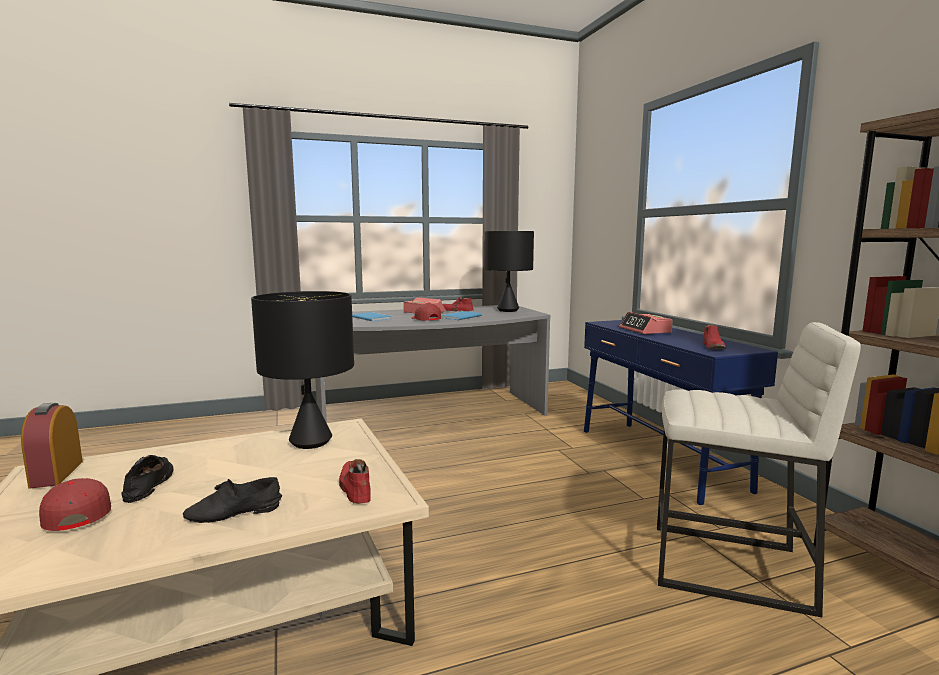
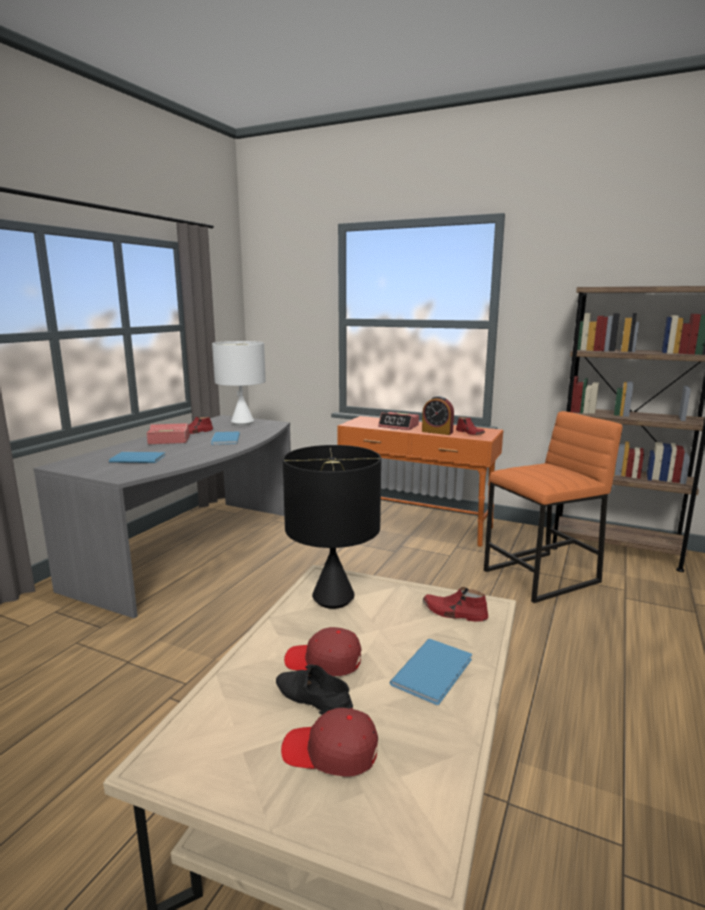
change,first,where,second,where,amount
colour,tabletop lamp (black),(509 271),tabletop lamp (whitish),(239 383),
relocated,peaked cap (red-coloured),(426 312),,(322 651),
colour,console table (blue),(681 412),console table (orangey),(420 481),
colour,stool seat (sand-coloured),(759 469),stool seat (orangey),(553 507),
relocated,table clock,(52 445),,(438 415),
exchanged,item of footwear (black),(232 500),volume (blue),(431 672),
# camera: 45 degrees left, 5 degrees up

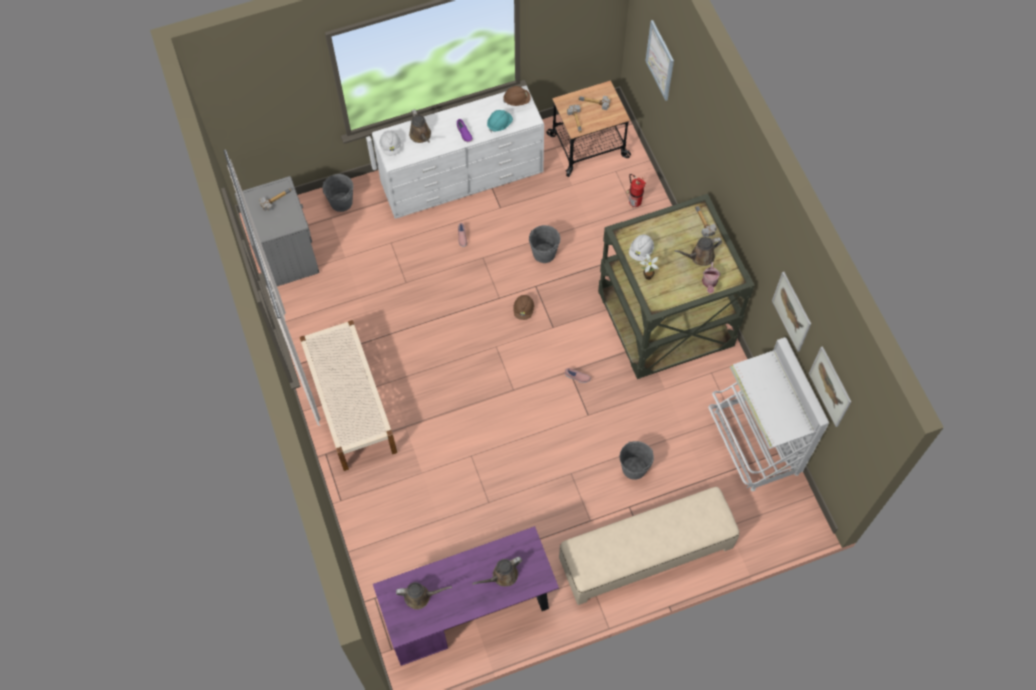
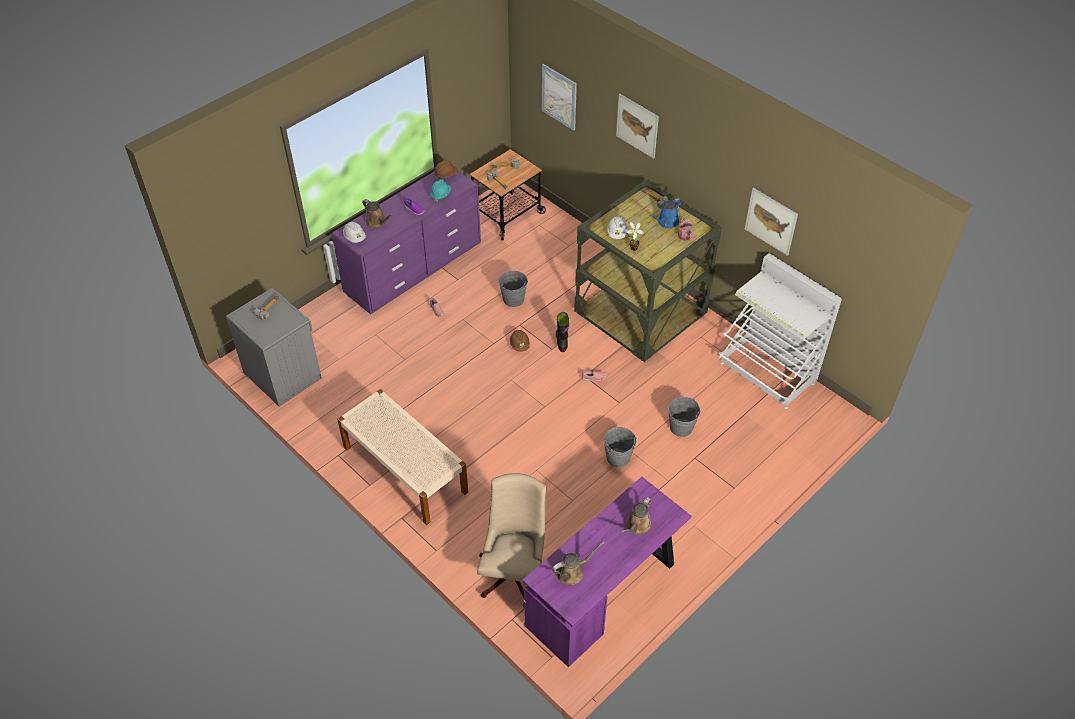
change,first,where,second,where,amount
colour,drawer chest (whitish),(458 152),drawer chest (purplish),(406 243),
relocated,water bucket (greyish),(337 193),,(620 447),
missing,fire-fighting cylinder,(636 190),,,
colour,watering can (brownish),(698 251),watering can (blue),(666 213),
relocated,wall picture,(830 386),,(637 126),
missing,bench (sand-coloured),(649 546),,,
appeared,,,boot (black),(562 332),
appeared,,,computer chair (sand-coloured),(511 540),
# camera: 25 degrees left, 15 degrees down

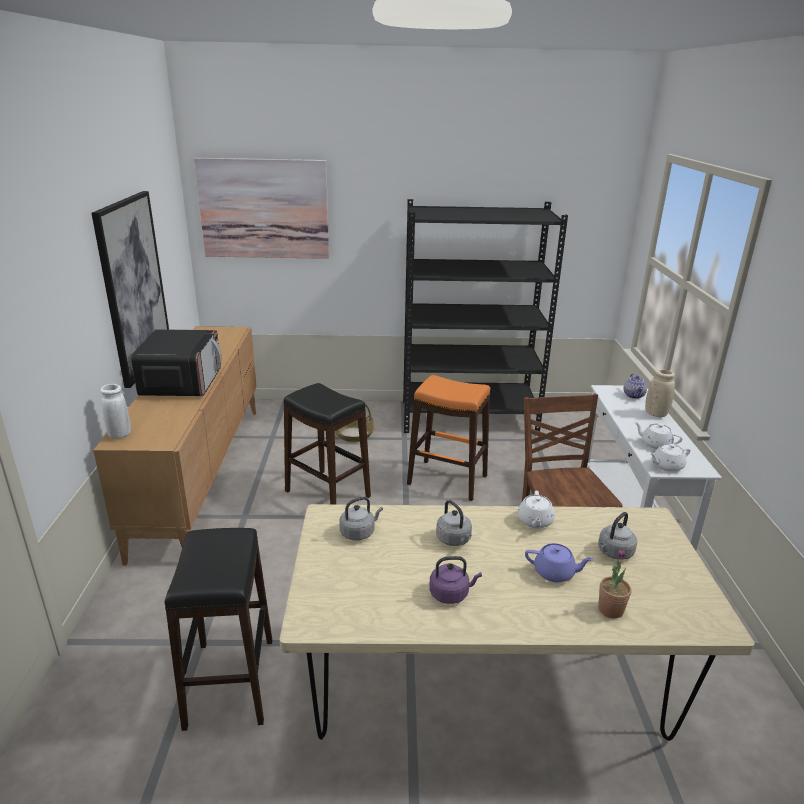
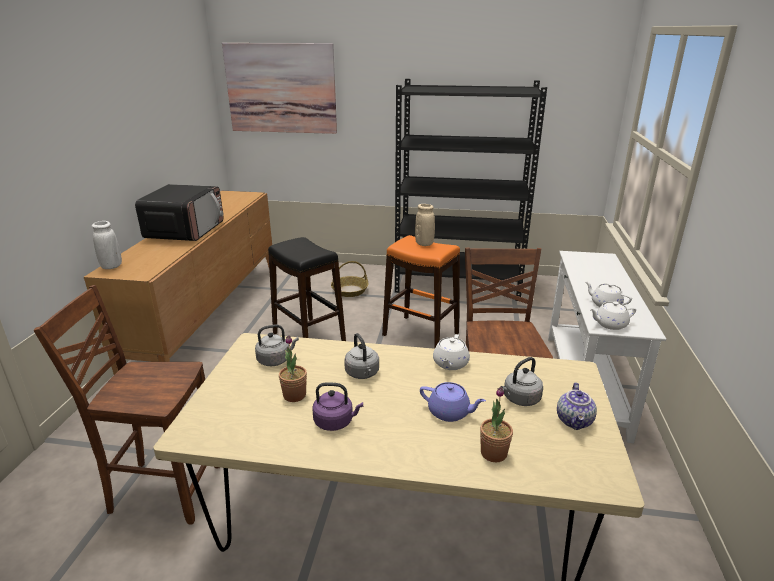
change,first,where,second,where,amount
missing,wall picture,(130 289),,,
relocated,flower vase (sand-coloured),(660 393),,(425 225),
relocated,teapot,(635 386),,(577 406),
exchanged,stool seat (black),(218 629),plain chair (brownish),(127 404),
appeared,,,plant in a pot,(293 368),
# camera: 10 degrees right, 0 degrees up

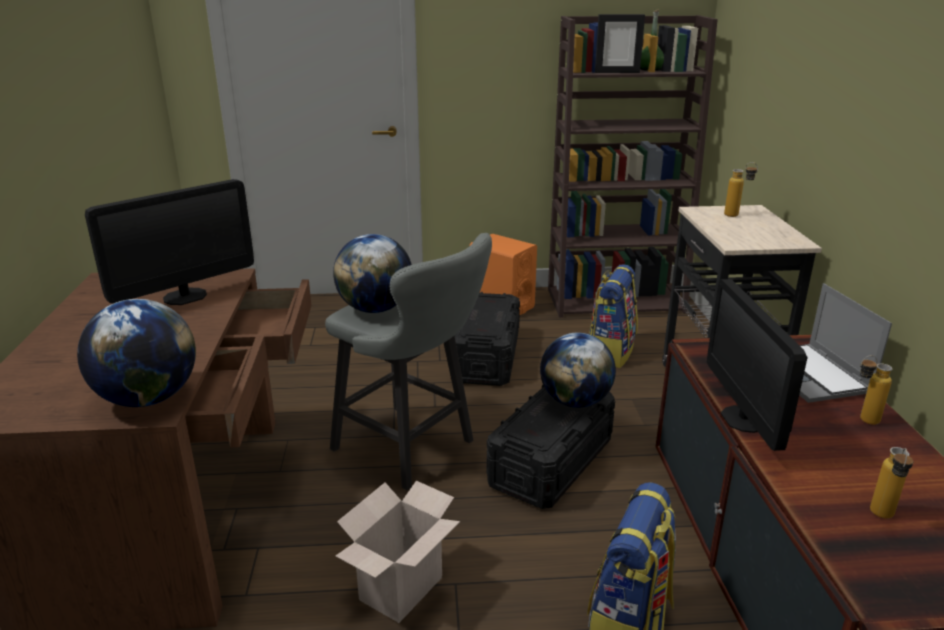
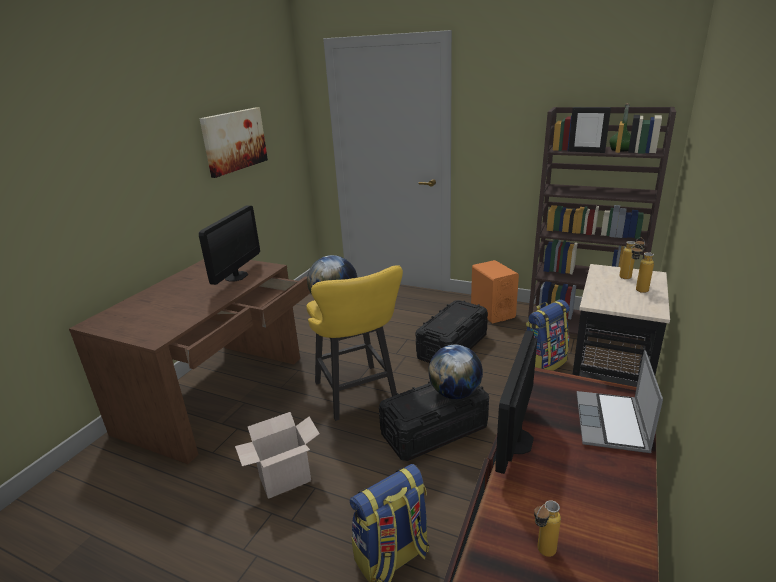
change,first,where,second,where,amount
spun,computer display,(169 242),,(229 245),60 degrees counterclockwise
colour,stool seat (greyish),(408 361),stool seat (yellowish),(354 343),
missing,globe,(136 353),,,
relocated,drink bottle,(876 390),,(642 268),
appeared,,,wall picture,(233 142),
# camera: 30 degrees right, 0 degrees up

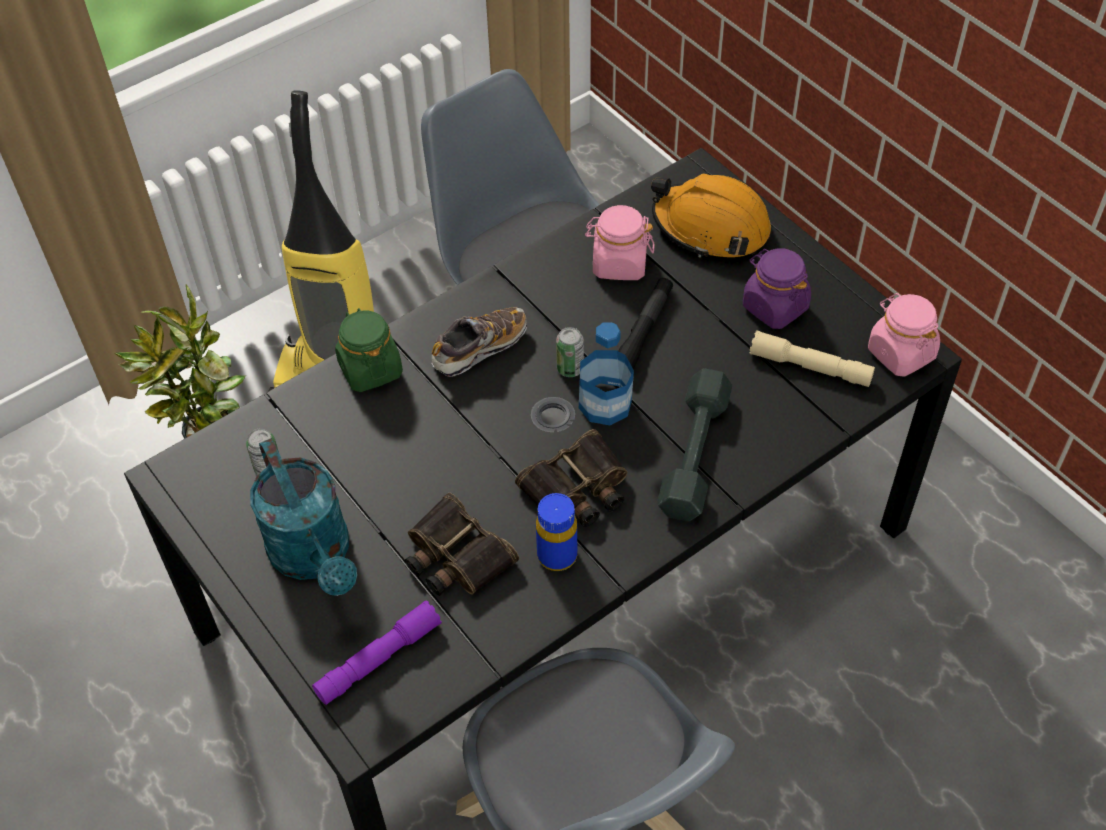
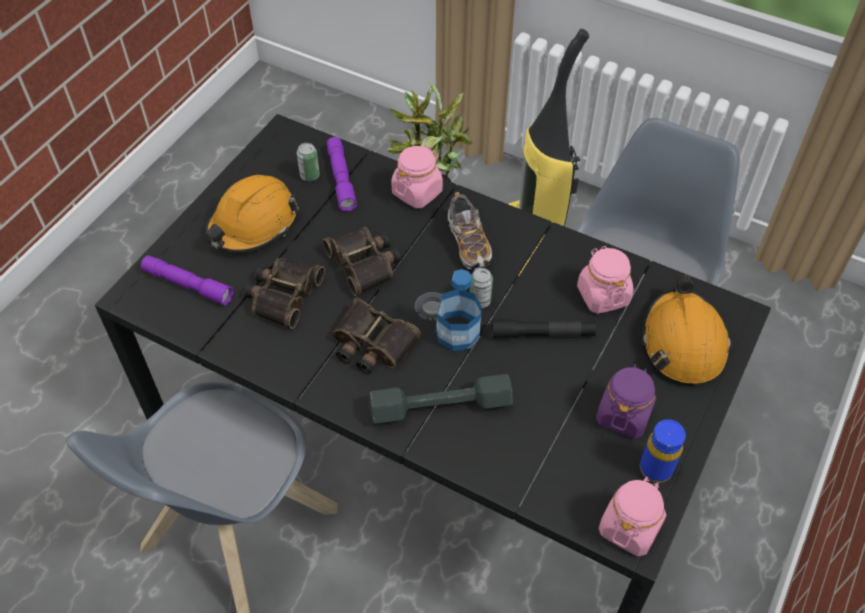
change,first,where,second,where,amount
spun,item of footwear,(479 342),,(469 231),45 degrees clockwise
colour,preserve jar (green-coloured),(369 350),preserve jar (pink-coloured),(417 177),
missing,flashlight (sand-coloured),(812 358),,,
exchanged,watering can (blue-green),(303 517),work helmet (orangey),(253 214),
relocated,drink bottle (blue),(556 532),,(663 451),
appeared,,,flashlight (purplish),(342 174),
appeared,,,pair of binoculars,(362 261),
# camera: 65 degrees right, 0 degrees up

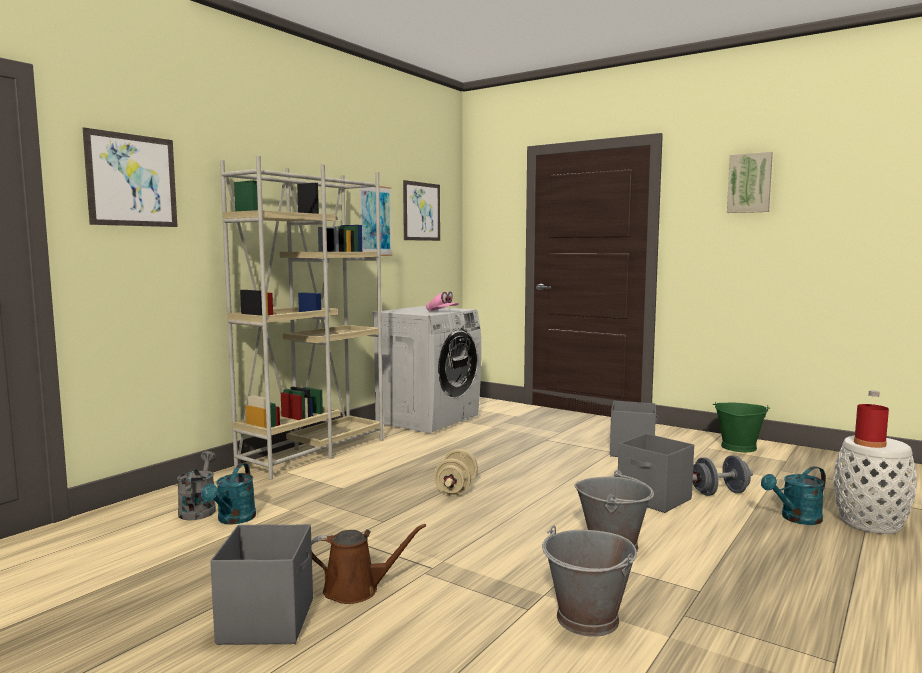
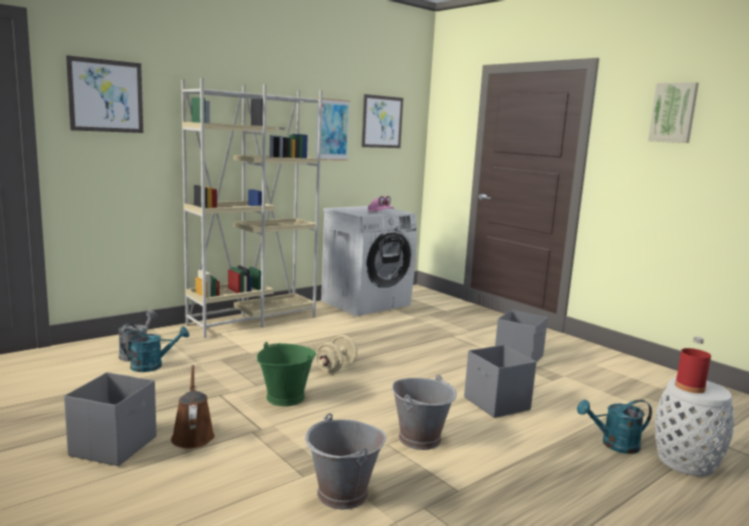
change,first,where,second,where,amount
relocated,water bucket (green-coloured),(741 426),,(286 374),
missing,dumbbell (greyish),(723 475),,,
spun,watering can (blue-green),(228 494),,(155 349),135 degrees counterclockwise
spun,watering can (brownish),(368 564),,(193 407),120 degrees counterclockwise
# camera: 15 degrees right, 5 degrees up

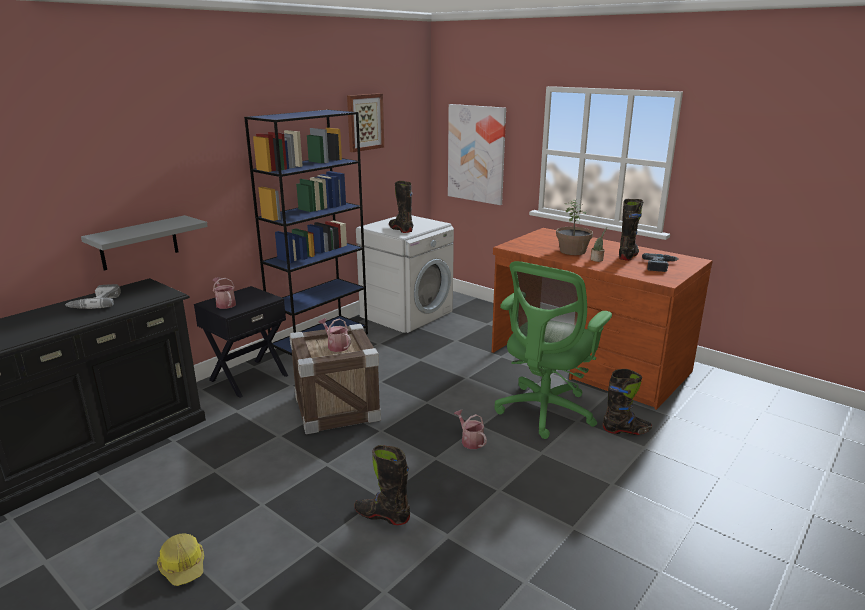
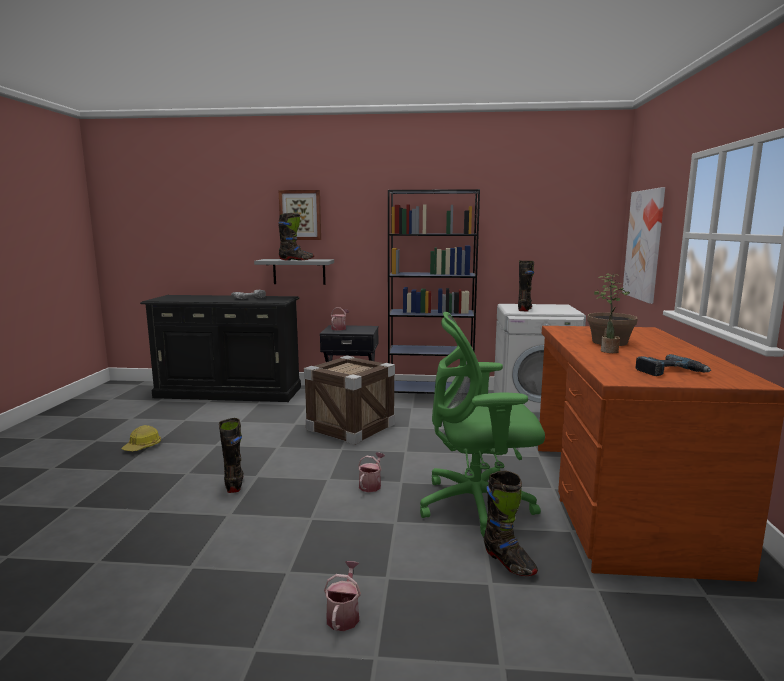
change,first,where,second,where,amount
relocated,wall picture,(365 122),,(300 215),
relocated,boot (black),(631 230),,(296 237),
relocated,watering can,(335 335),,(342 596),
# camera: 55 degrees right, 10 degrees down

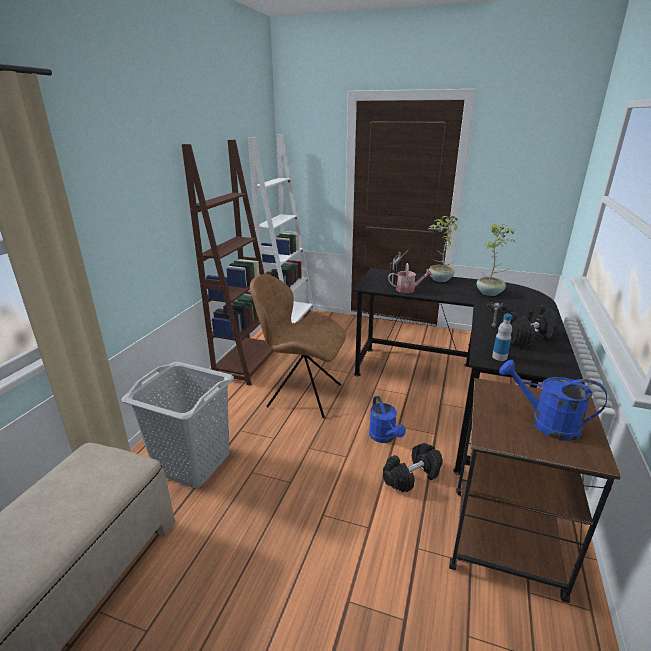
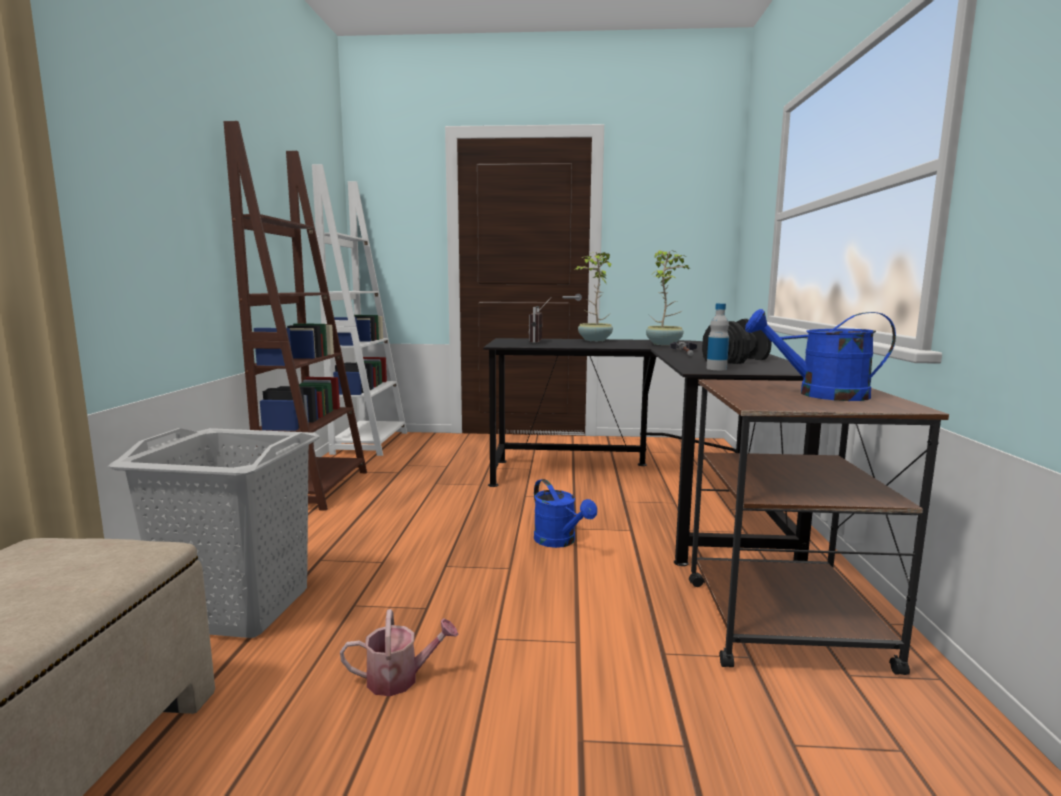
change,first,where,second,where,amount
relocated,watering can,(410 278),,(399 652),
missing,plain chair (brownish),(298 346),,,
missing,dumbbell (black),(413 467),,,
# camera: 15 degrees left, 15 degrees down

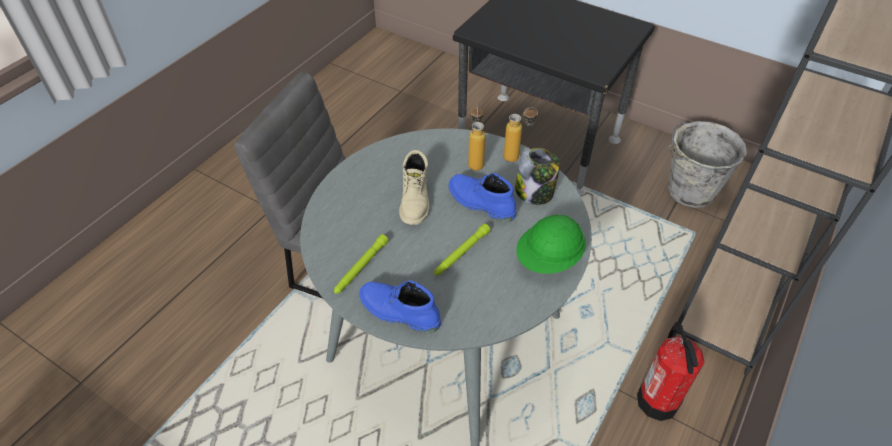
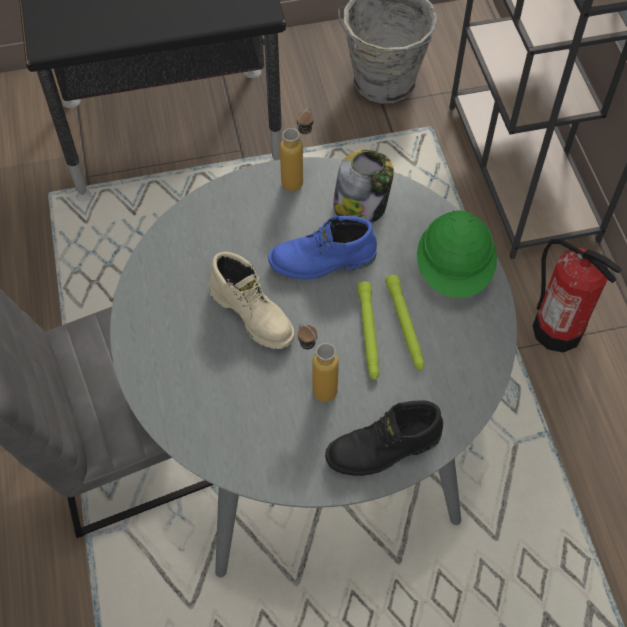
change,first,where,second,where,amount
relocated,drink bottle,(477 138),,(318 363),
relocated,flashlight (green-coloured),(361 263),,(404 323),
colour,boot (blue),(400 306),boot (black),(384 438),
# camera: 45 degrees left, 10 degrees up

